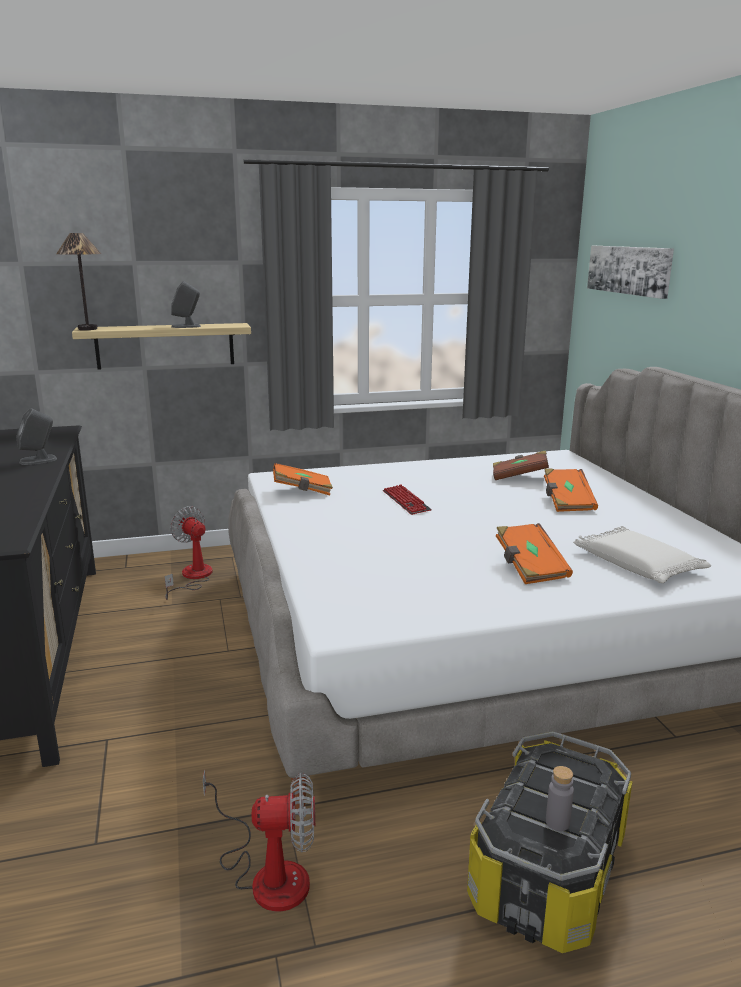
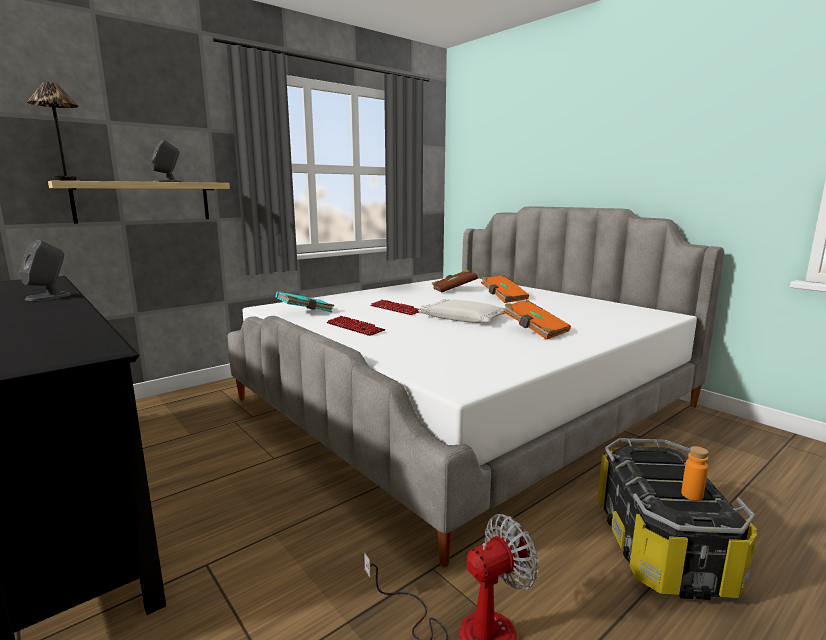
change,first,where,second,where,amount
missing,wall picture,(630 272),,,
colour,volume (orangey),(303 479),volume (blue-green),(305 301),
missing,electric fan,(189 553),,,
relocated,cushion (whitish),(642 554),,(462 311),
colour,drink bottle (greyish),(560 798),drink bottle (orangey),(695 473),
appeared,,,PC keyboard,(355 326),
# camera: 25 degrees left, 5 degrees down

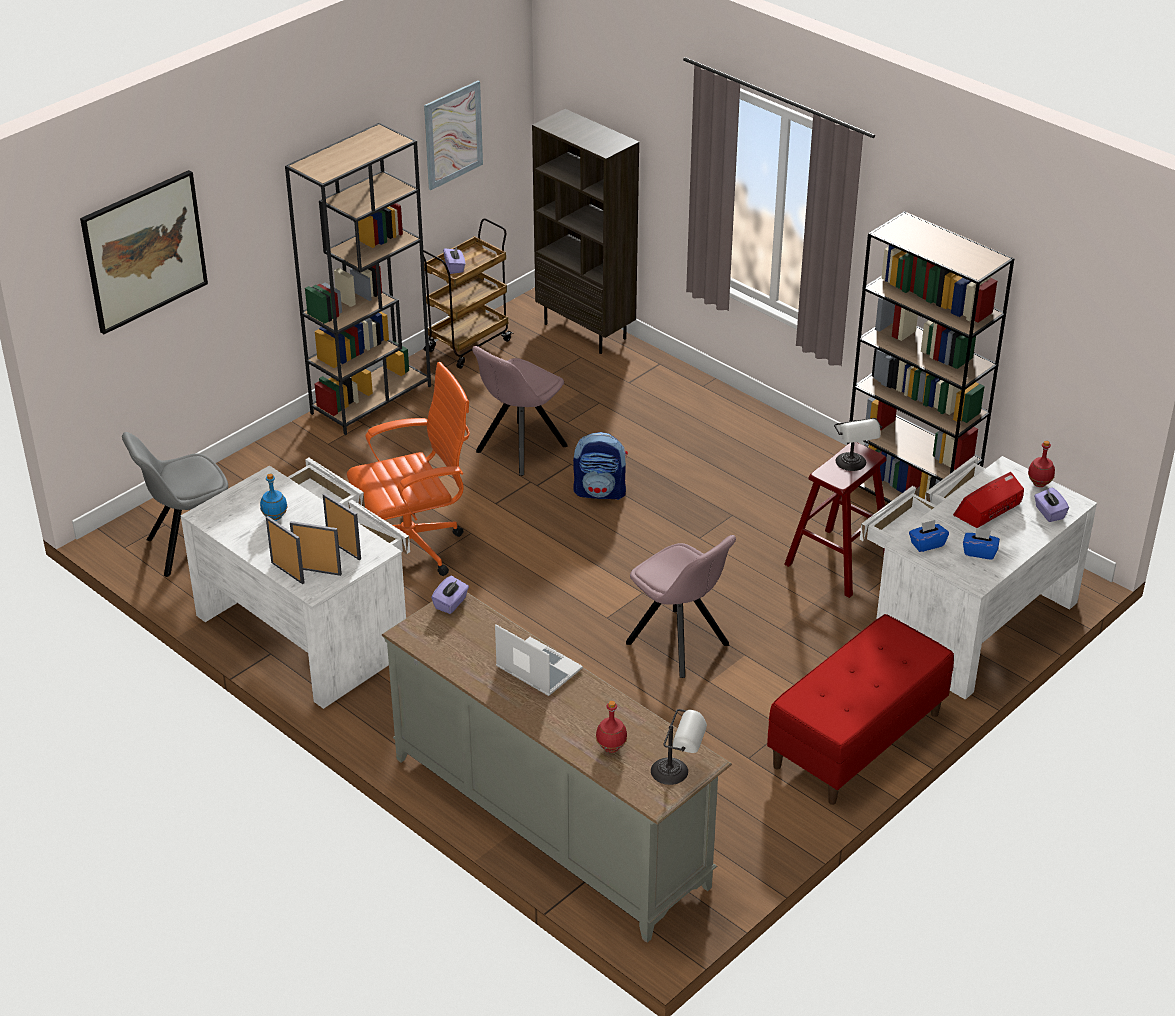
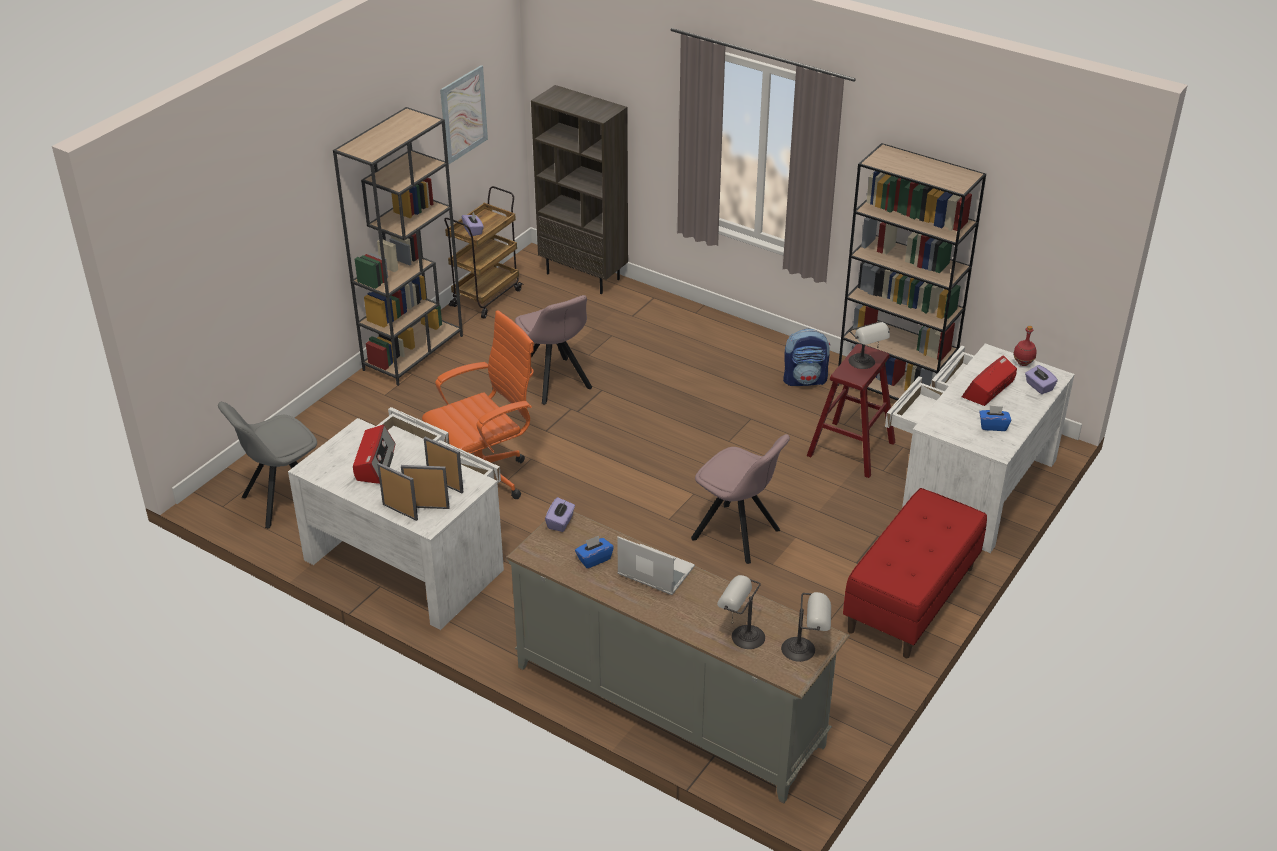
change,first,where,second,where,amount
missing,wall picture,(144 252),,,
spun,plain chair (pink-coloured),(520 411),,(553 349),60 degrees counterclockwise
relocated,knapsack,(600 466),,(806 357),
exchanged,drink bottle (blue),(273 497),radio,(374 454),
relocated,box of tissues (blue),(929 536),,(594 552),
exchanged,drink bottle (red-coloured),(611 727),tabletop lamp,(741 612),
# camera: 10 degrees left, 0 degrees up

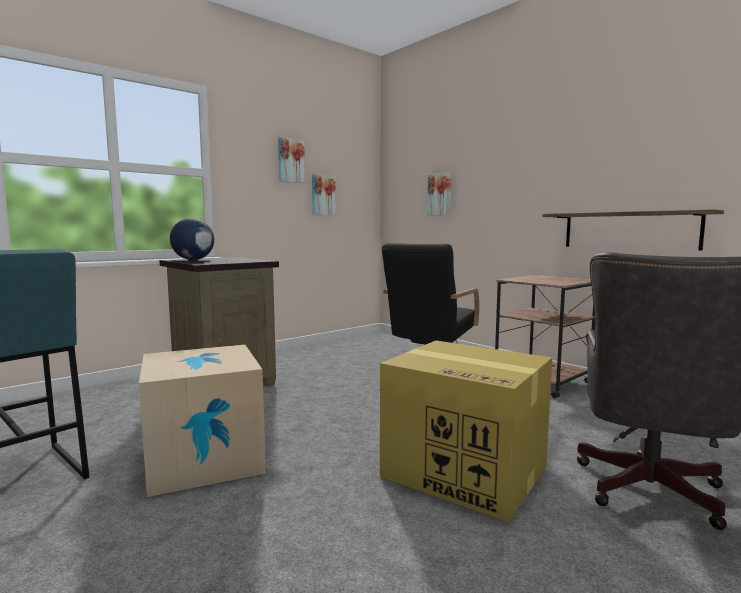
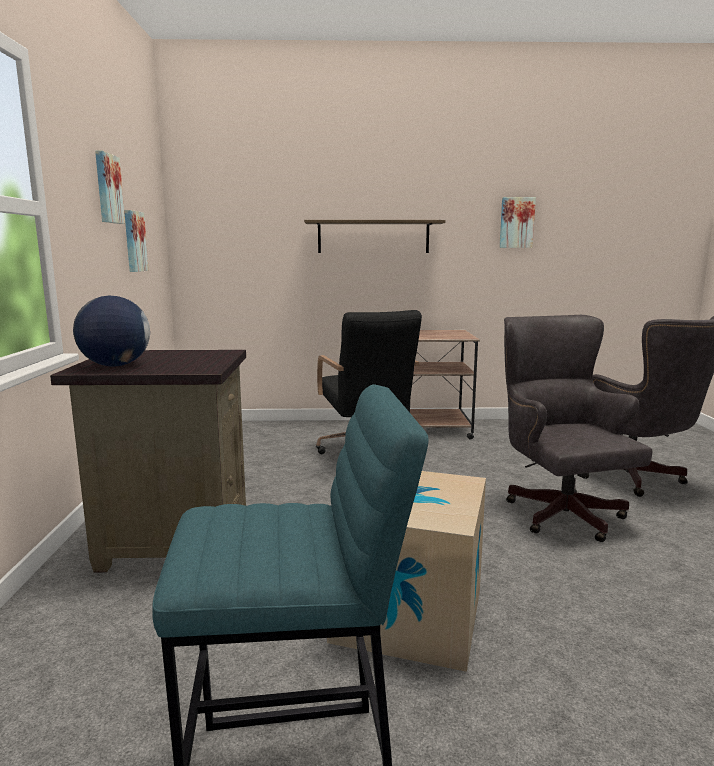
change,first,where,second,where,amount
relocated,wall picture,(439 194),,(517 222),
relocated,shelf,(633 229),,(374 236),
exchanged,carton,(466 431),computer chair (greyish),(578 428),
# camera: 50 degrees left, 5 degrees up

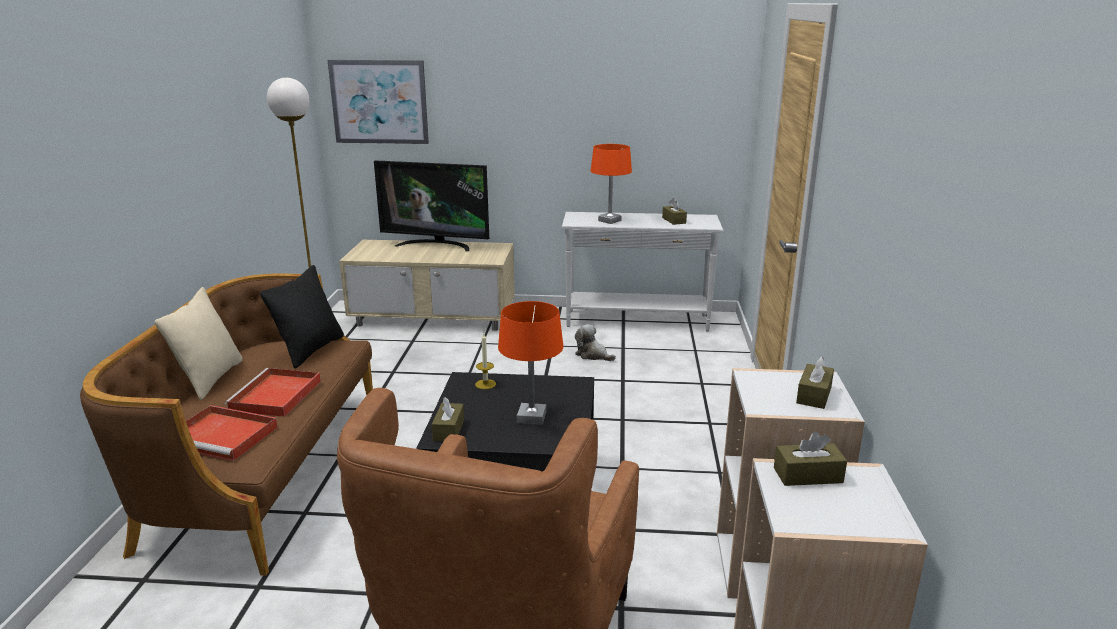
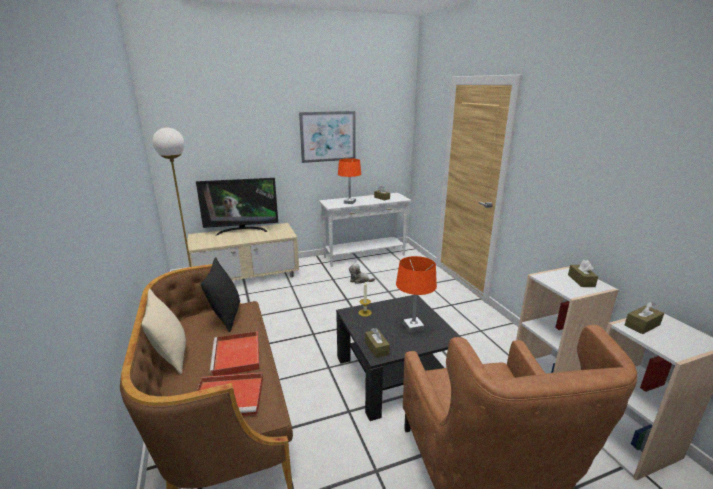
change,first,where,second,where,amount
relocated,wall picture,(378 102),,(327 137),
# camera: 25 degrees left, 0 degrees up

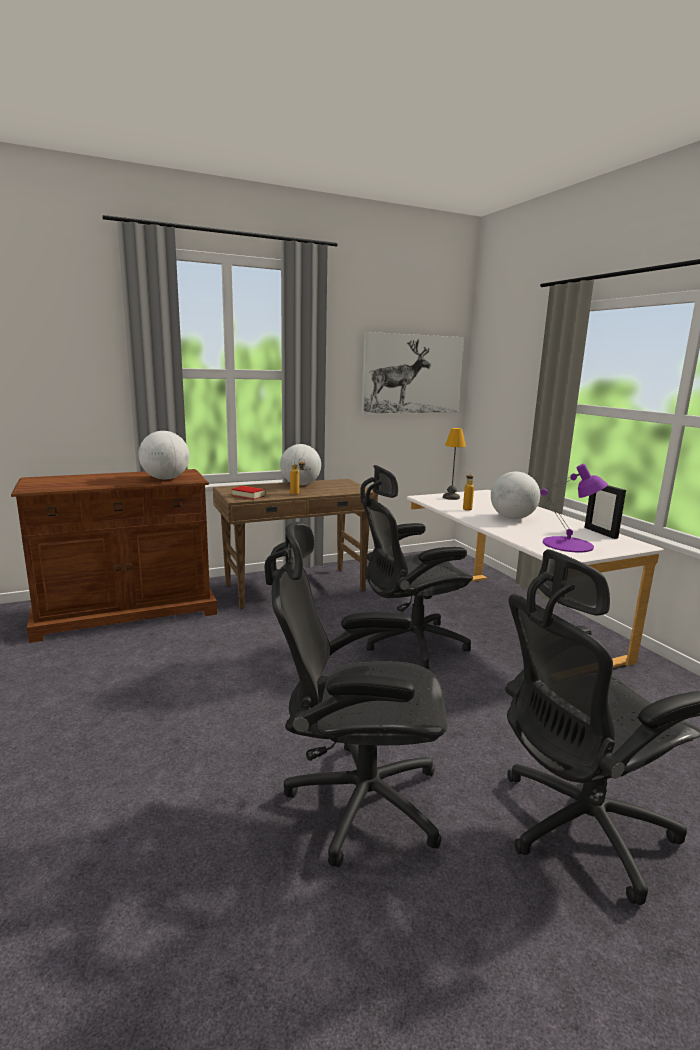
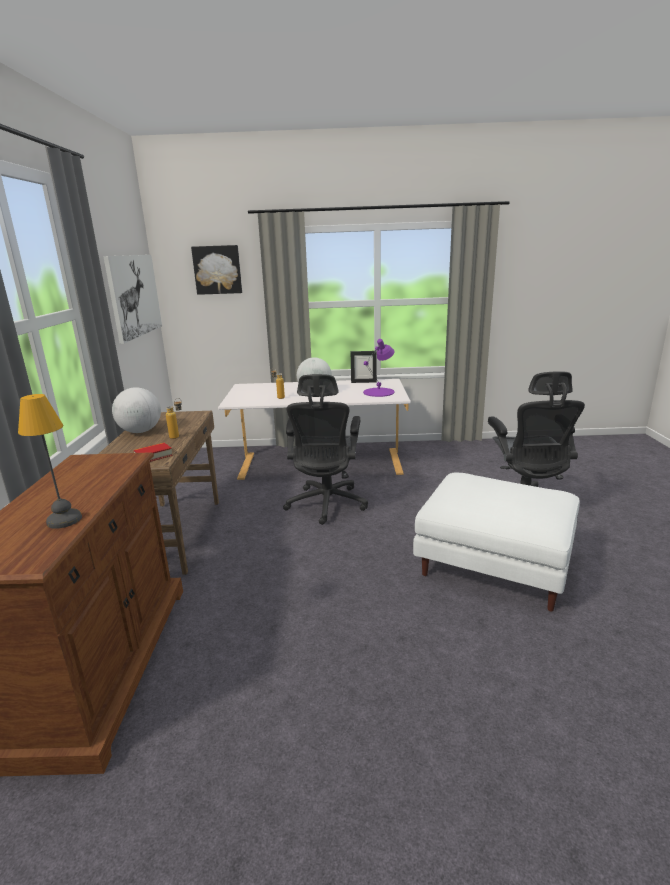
change,first,where,second,where,amount
relocated,tabletop lamp,(454 464),,(50 461),
missing,globe,(164 455),,,
exchanged,computer chair,(356 694),footrest (whitish),(496 542),
appeared,,,wall picture,(216 270),
# camera: 65 degrees left, 5 degrees up

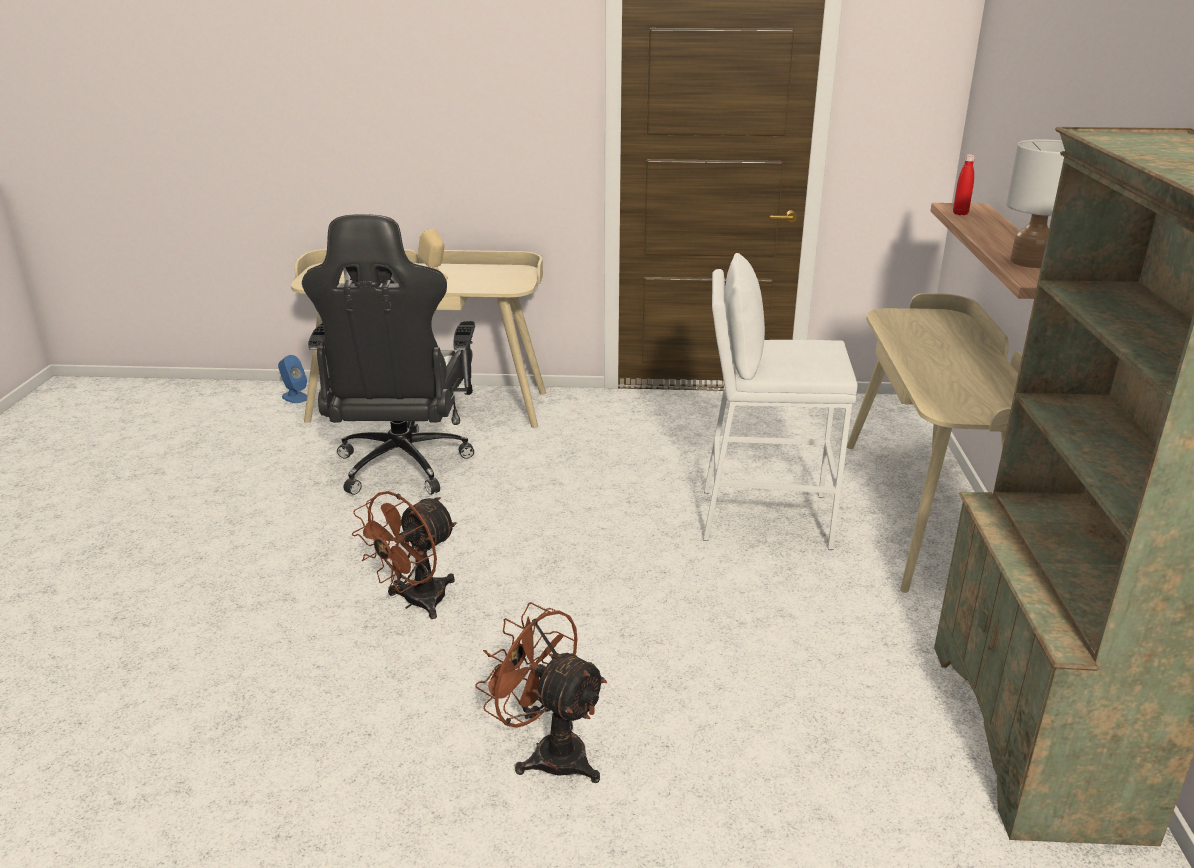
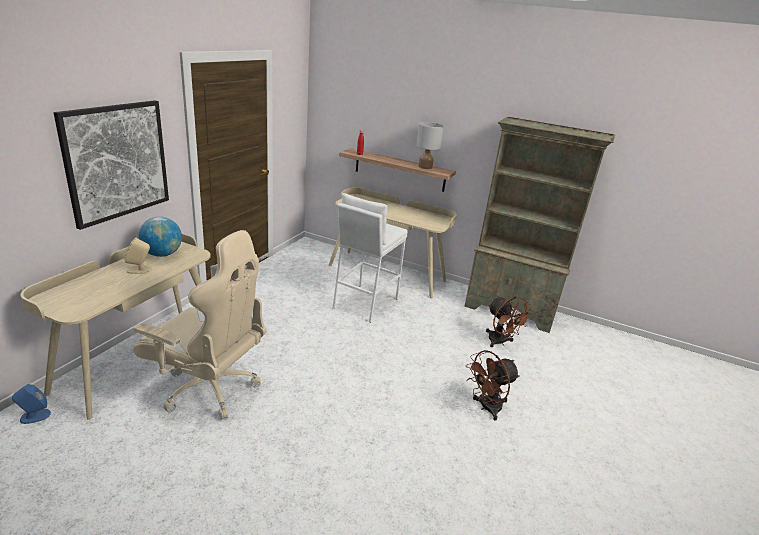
change,first,where,second,where,amount
colour,computer chair (black),(388 354),computer chair (sand-coloured),(199 325),
relocated,electric fan (brownish),(404 555),,(509 321),
appeared,,,wall picture,(111 165),
appeared,,,globe,(160 237),
# camera: 70 degrees left, 0 degrees up

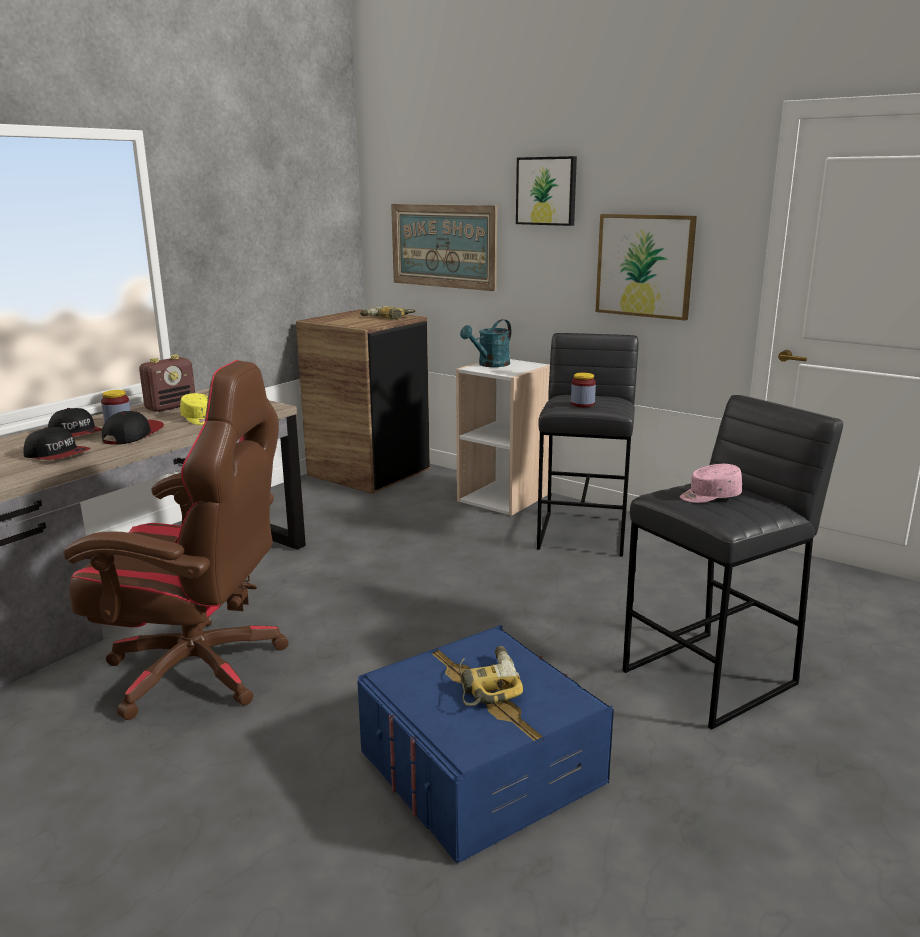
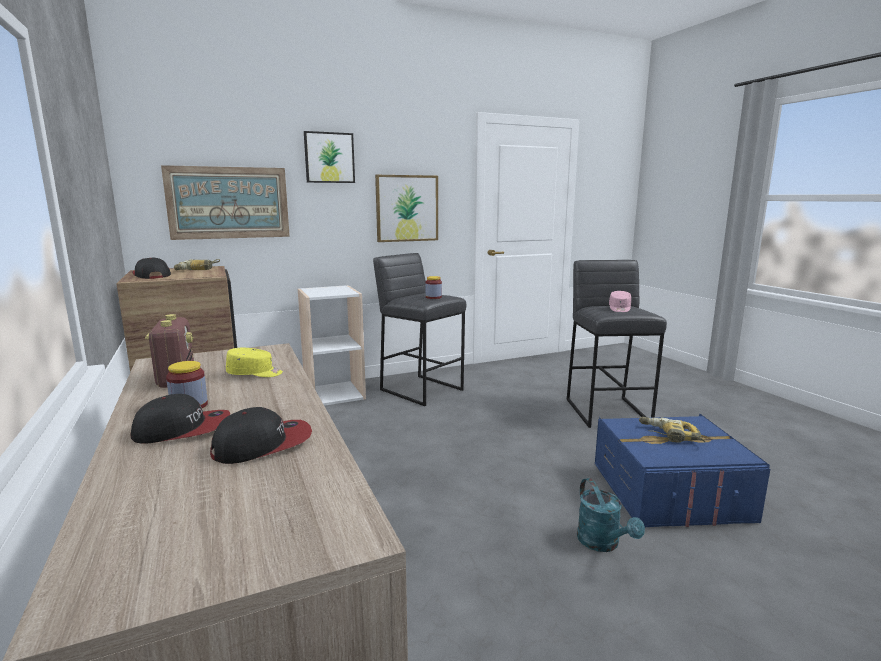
change,first,where,second,where,amount
relocated,watering can (blue-green),(485 343),,(611 515),
missing,computer chair (brownish),(176 540),,,
relocated,peaked cap,(133 428),,(151 268),
# camera: 60 degrees left, 5 degrees down

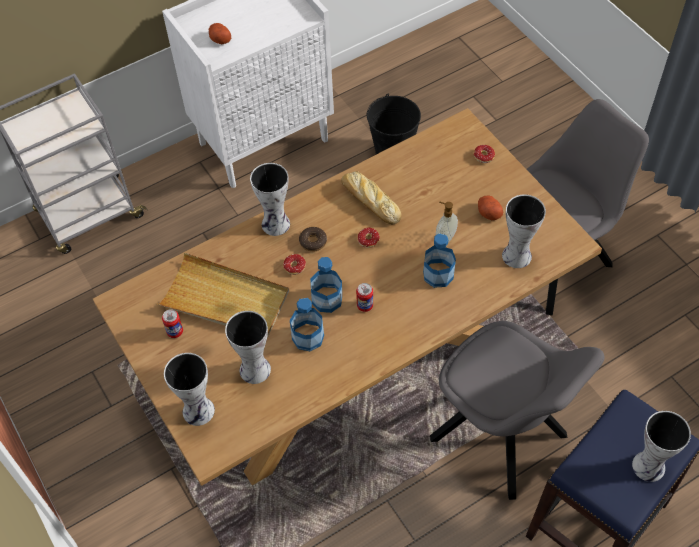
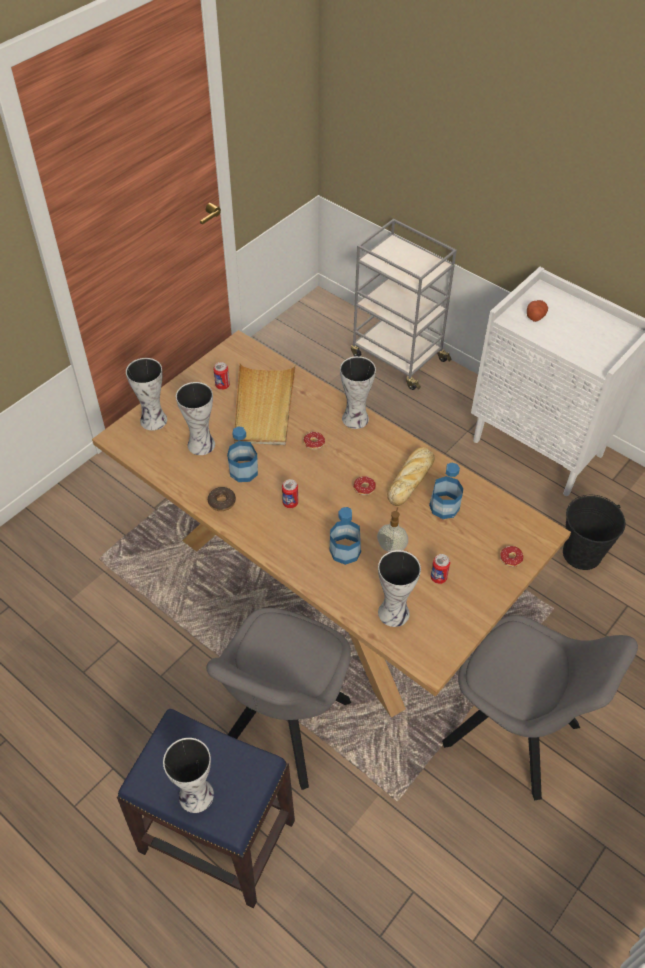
change,first,where,second,where,amount
exchanged,spud,(490 207),metal can,(440 569),
relocated,donut,(313 239),,(222 499),
relocated,drink bottle,(326 285),,(446 491),
# camera: 70 degrees right, 5 degrees down

